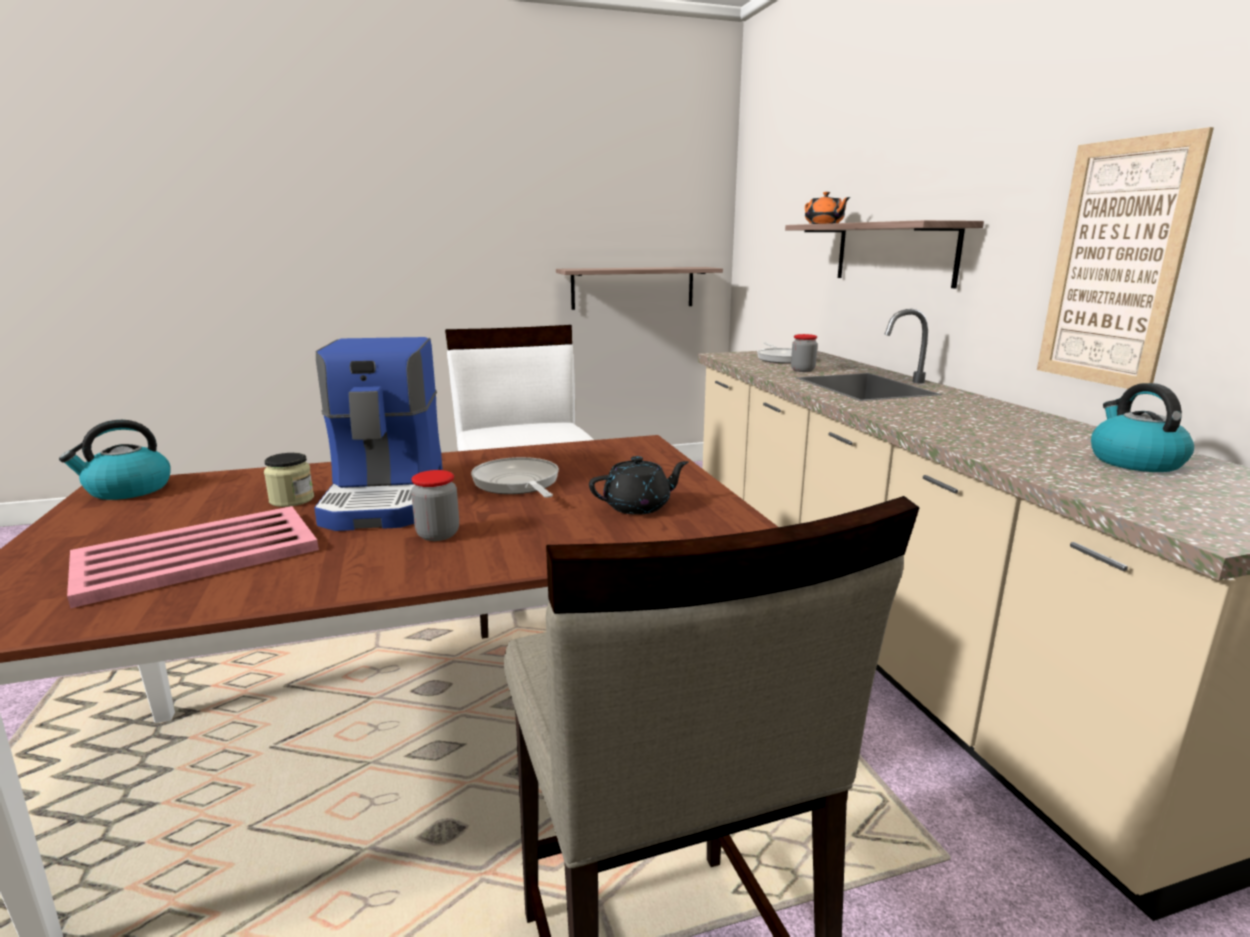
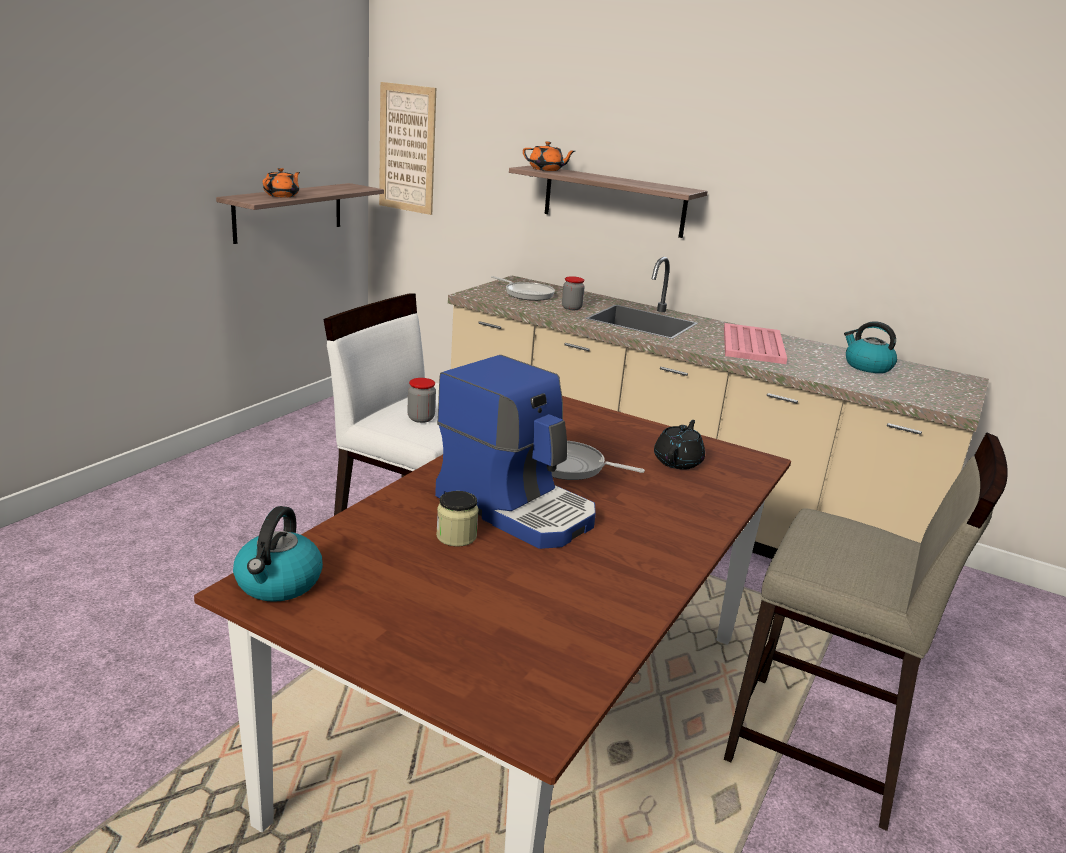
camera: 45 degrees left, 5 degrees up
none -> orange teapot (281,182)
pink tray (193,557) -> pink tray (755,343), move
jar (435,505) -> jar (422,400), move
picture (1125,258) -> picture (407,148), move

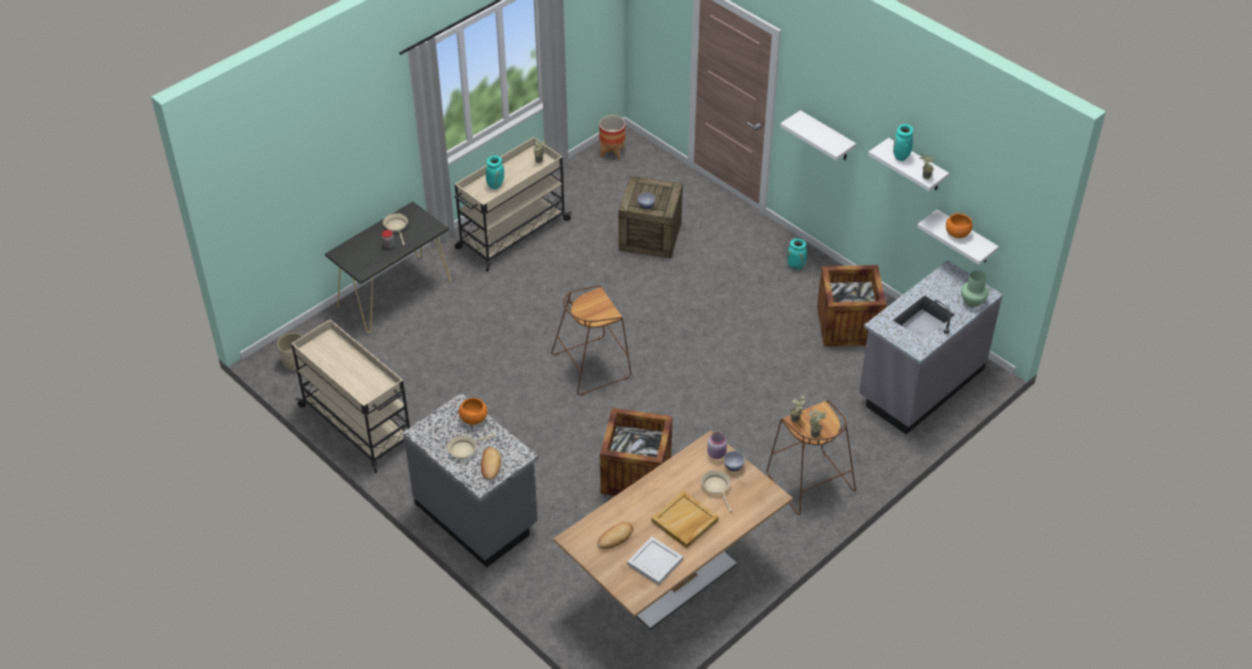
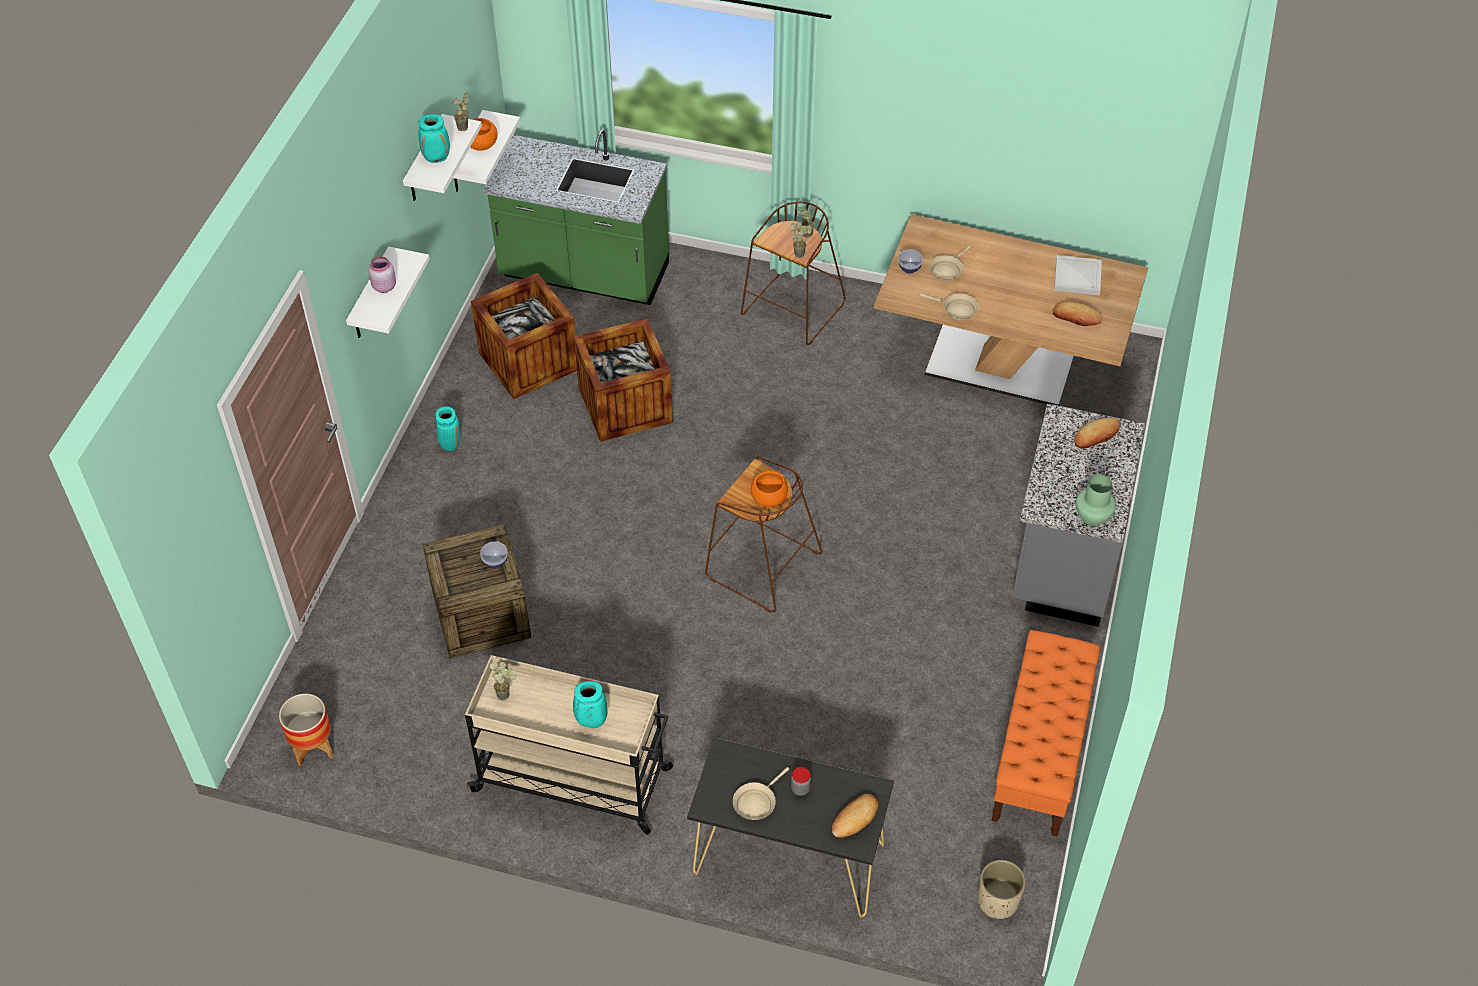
camera: 120 degrees left, 5 degrees up
beige tray (685,519) -> none
none -> bread (855,815)
beige frying pan (471,446) -> beige frying pan (949,306), move
orange bowl (473,411) -> orange bowl (769,489), move
crate (636,452) -> crate (623,380), move
pink jar (717,445) -> pink jar (382,274), move
green vase (975,288) -> green vase (1096,500), move
beige cart (350,396) -> orange bench (1045,733)
grey counter (931,347) -> green counter (576,217)

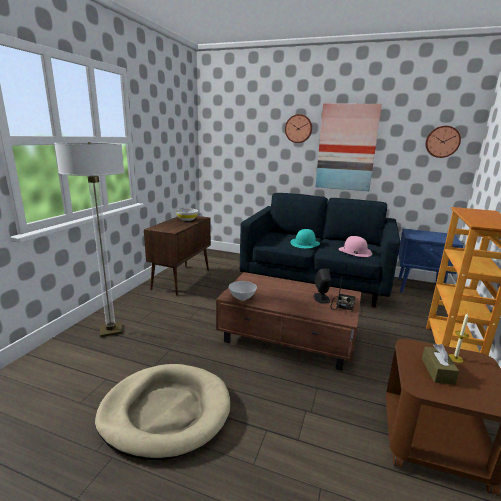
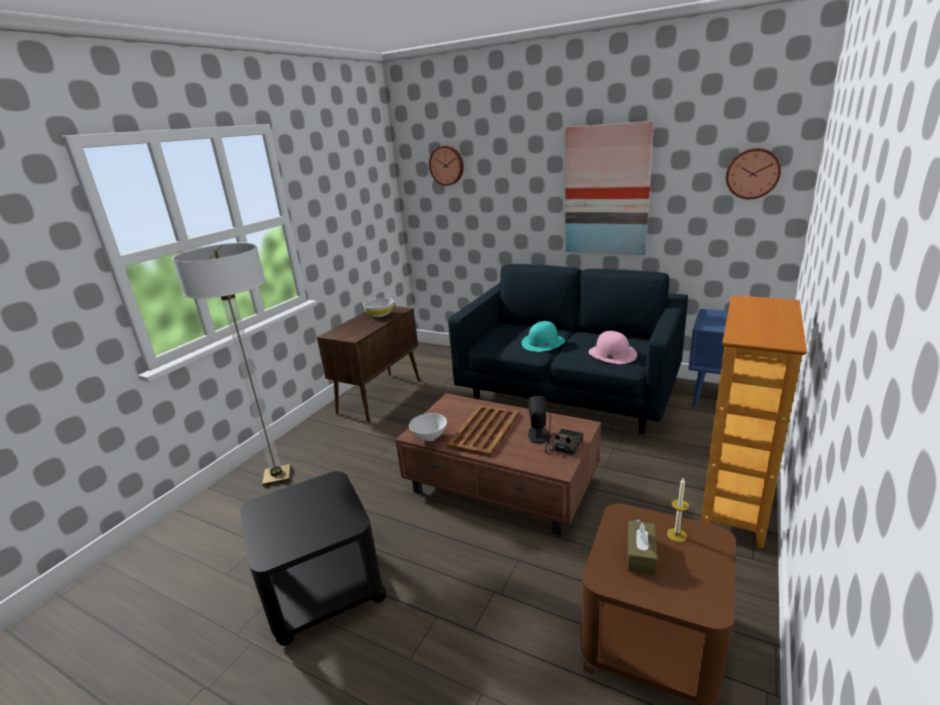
camera: 10 degrees right, 5 degrees up
none -> brown tray (482,431)
wall clock (298,128) -> wall clock (446,166), move
beige dog bed (162,412) -> black side table (313,558)

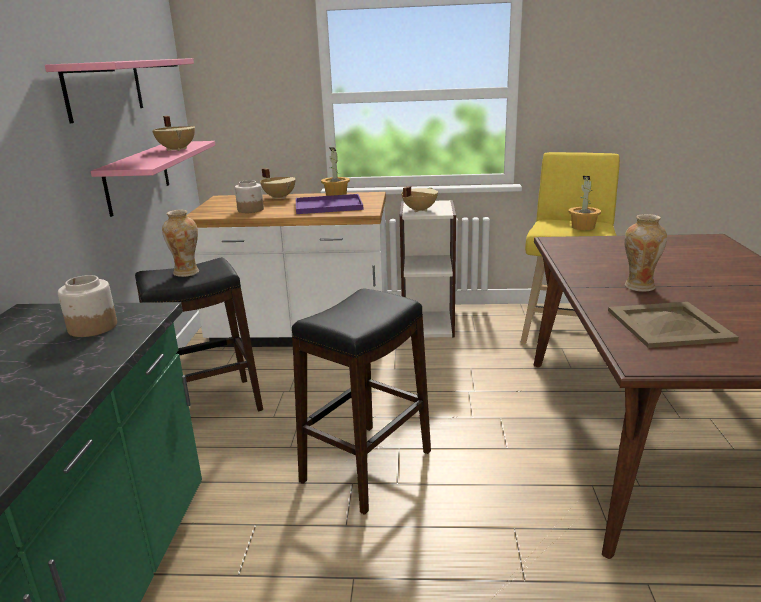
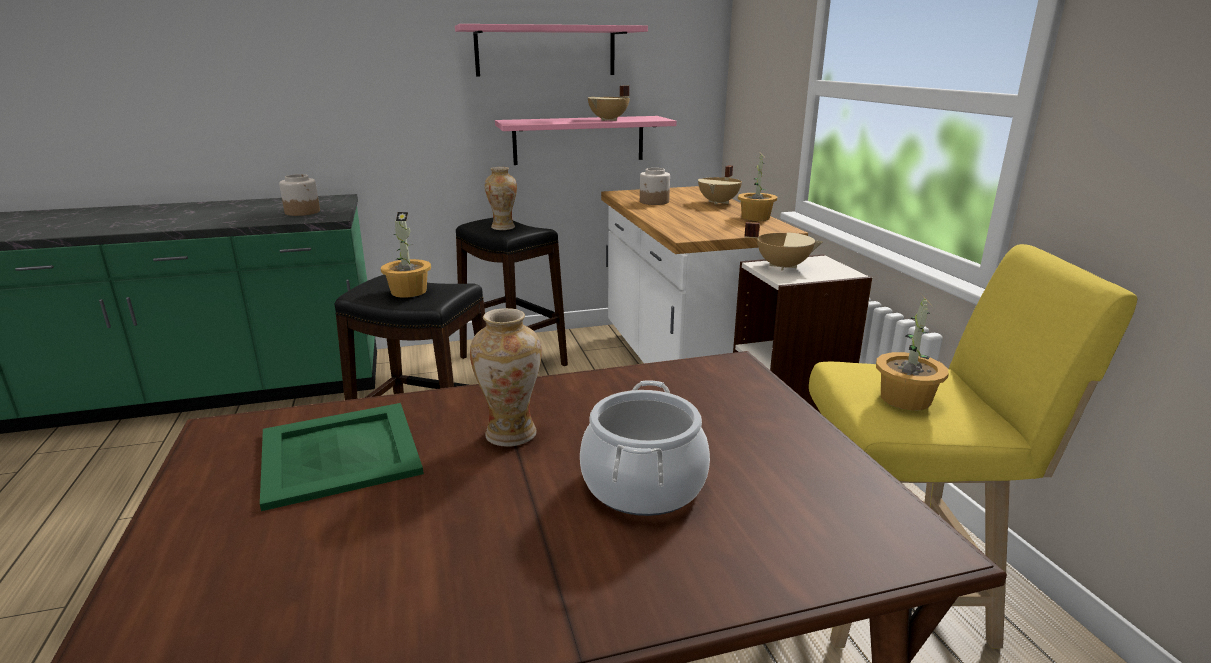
camera: 70 degrees right, 0 degrees up
purple tray (330,204) -> none
none -> potted plant (406,255)
none -> cooking pot (645,448)
beige tray (673,325) -> green tray (342,457)

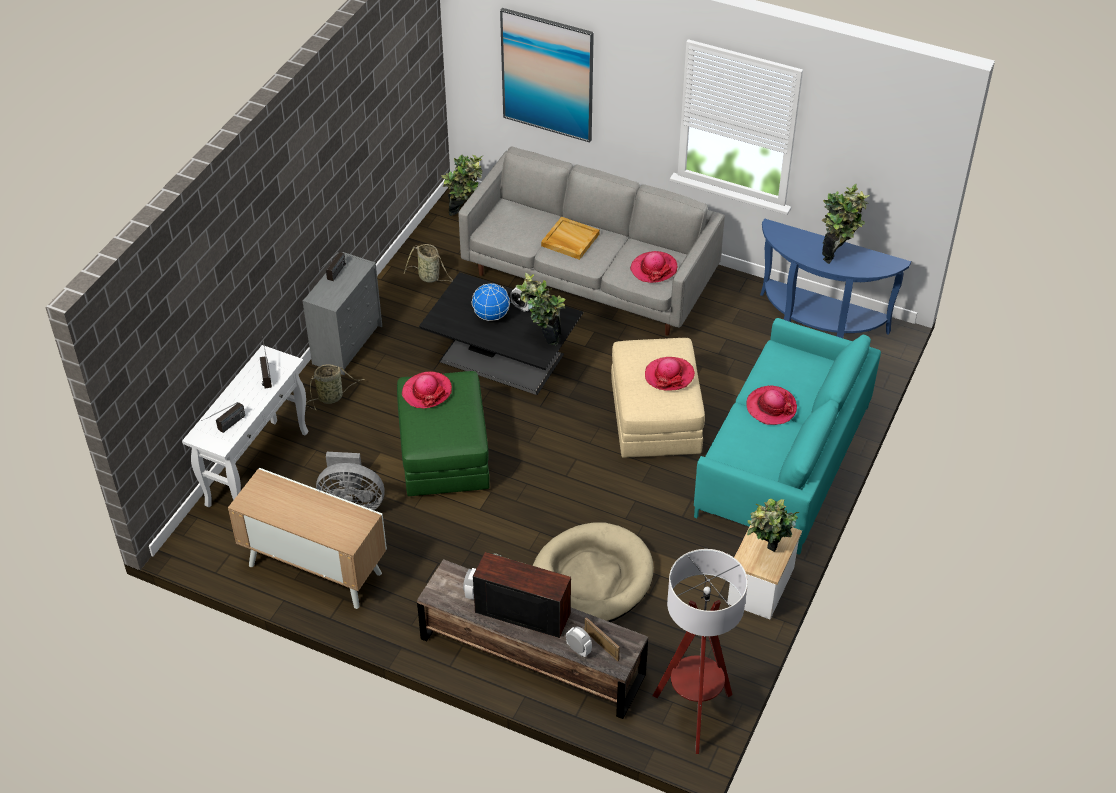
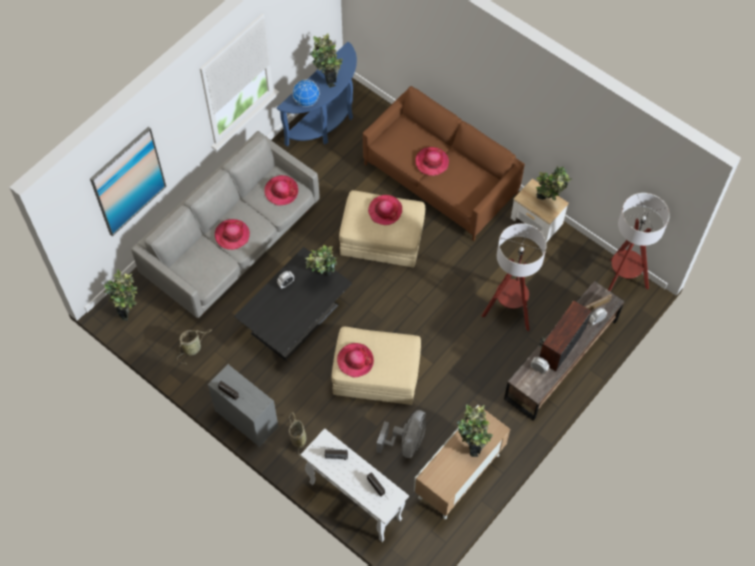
camera: 75 degrees left, 15 degrees up
none -> potted plant (475,430)
globe (491,302) -> globe (306,93), move
beige dog bed (593,572) -> floor lamp (514,277)
beige tray (570,238) -> hat (232,234)
green ottoman (443,433) -> beige ottoman (376,366)
turquoise sofa (787,436) -> brown sofa (444,163)

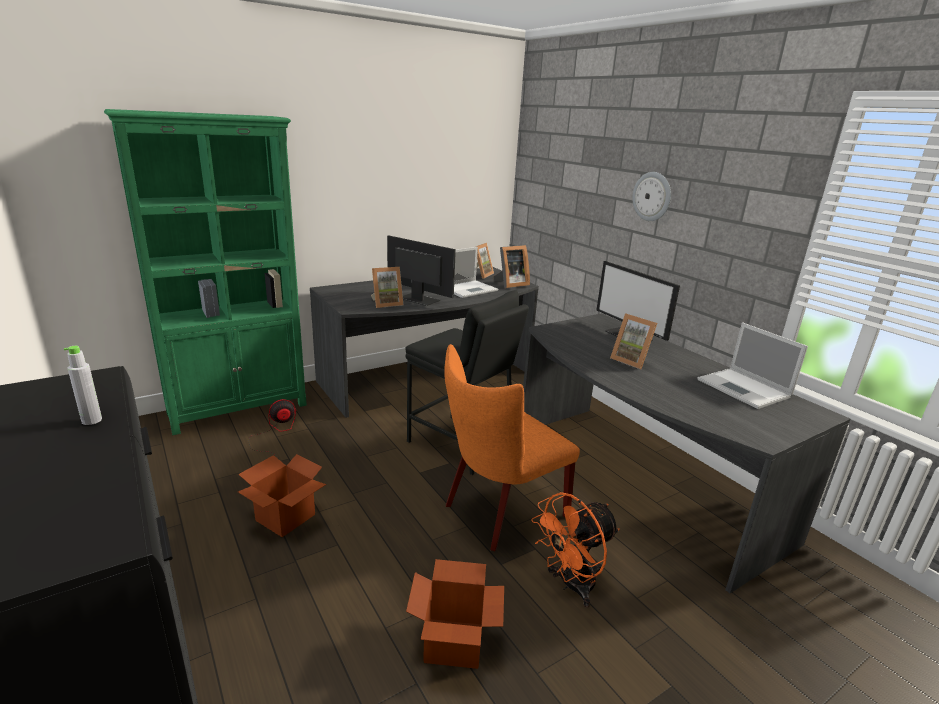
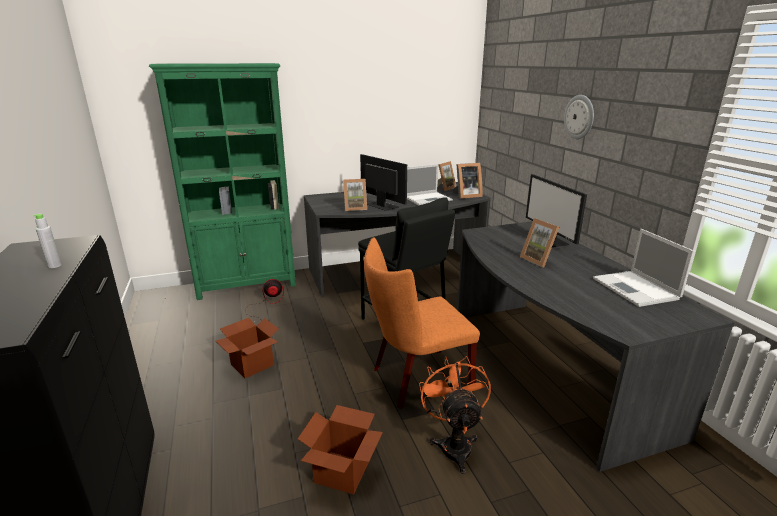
camera: 15 degrees right, 0 degrees up
orange fan (575,549) -> orange fan (455,415), 105 degrees clockwise

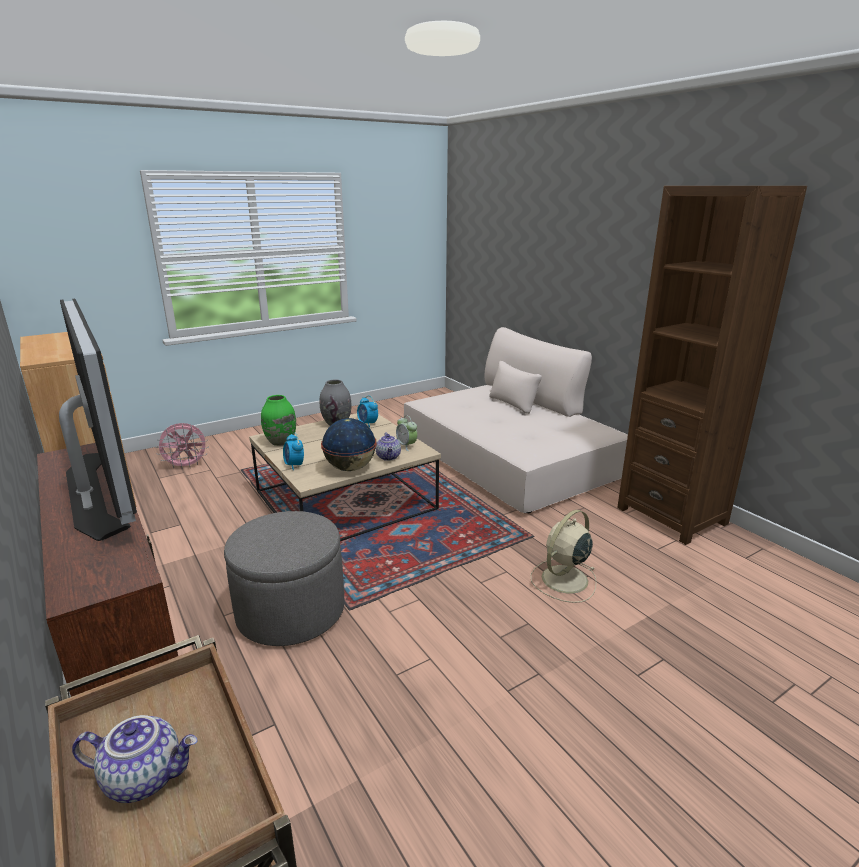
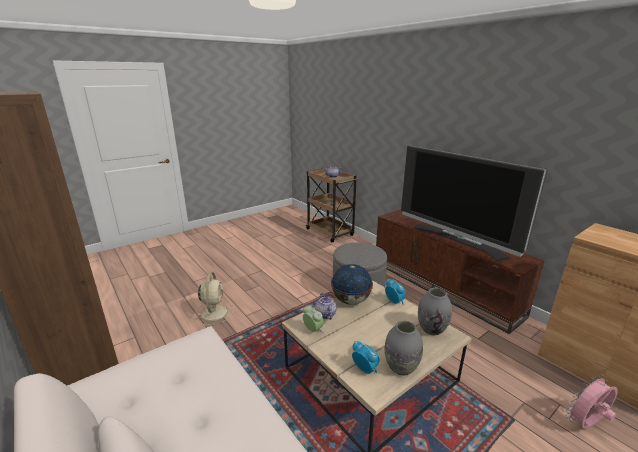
camera: 175 degrees right, 0 degrees up
green vase (278,420) -> grey vase (435,311)
beige fan (563,556) -> beige fan (214,299), 45 degrees counterclockwise

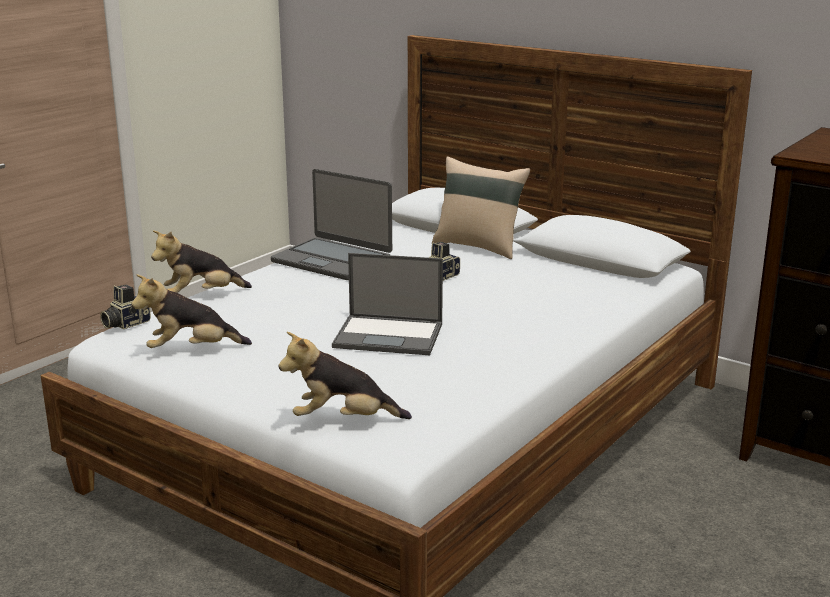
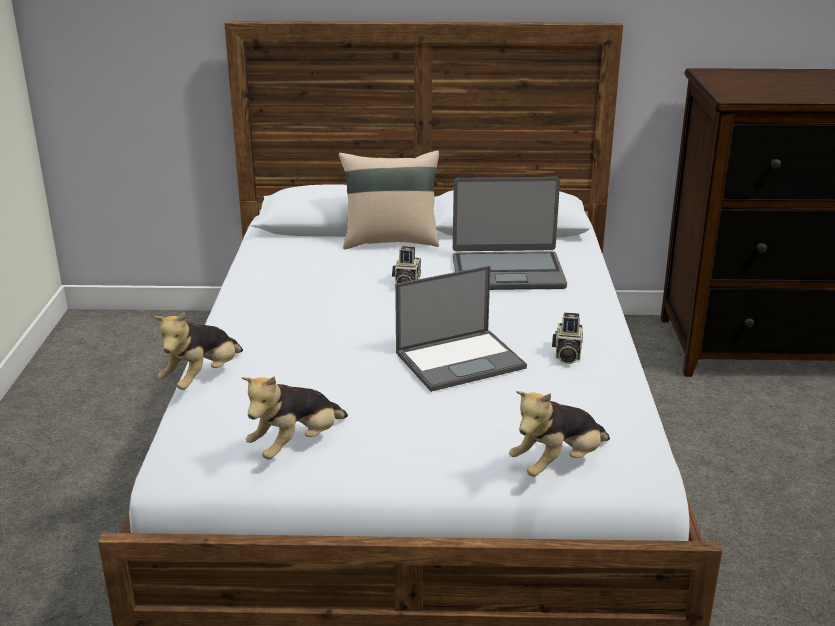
camera: 35 degrees left, 5 degrees up
photo camera (125,306) -> photo camera (567,338), move
laptop (331,224) -> laptop (510,233), move

